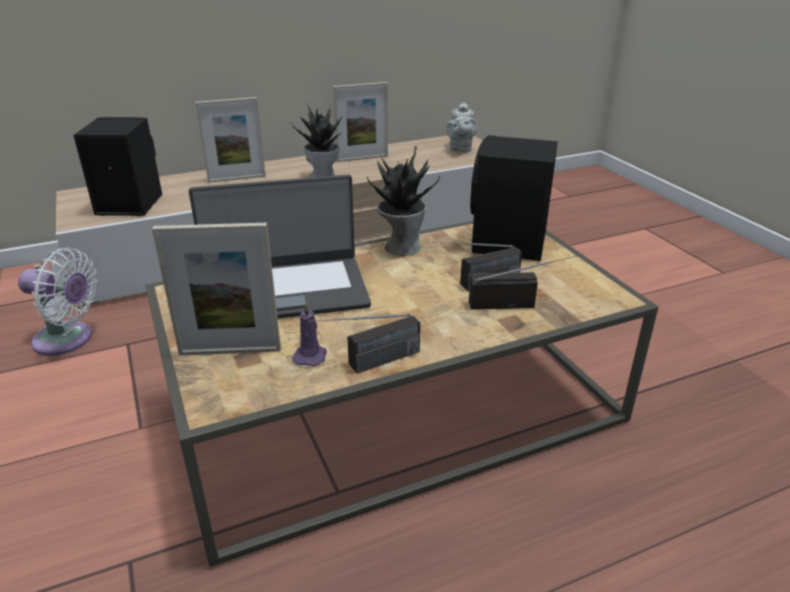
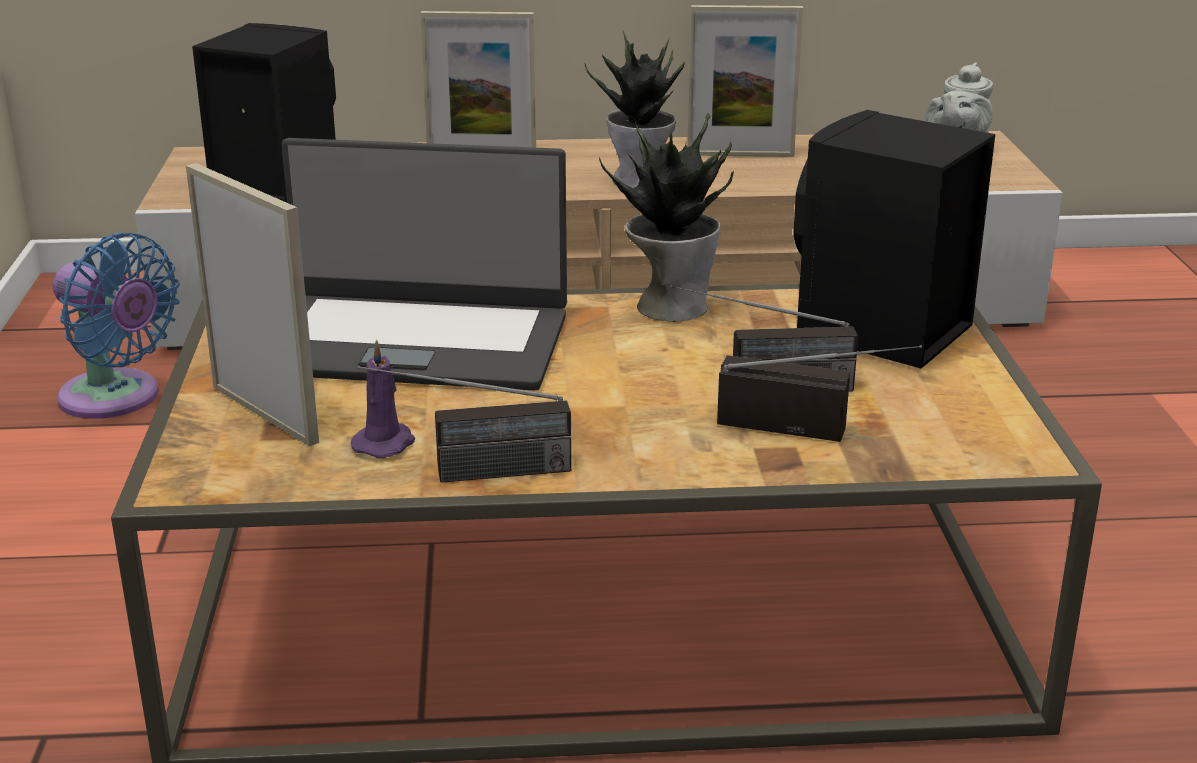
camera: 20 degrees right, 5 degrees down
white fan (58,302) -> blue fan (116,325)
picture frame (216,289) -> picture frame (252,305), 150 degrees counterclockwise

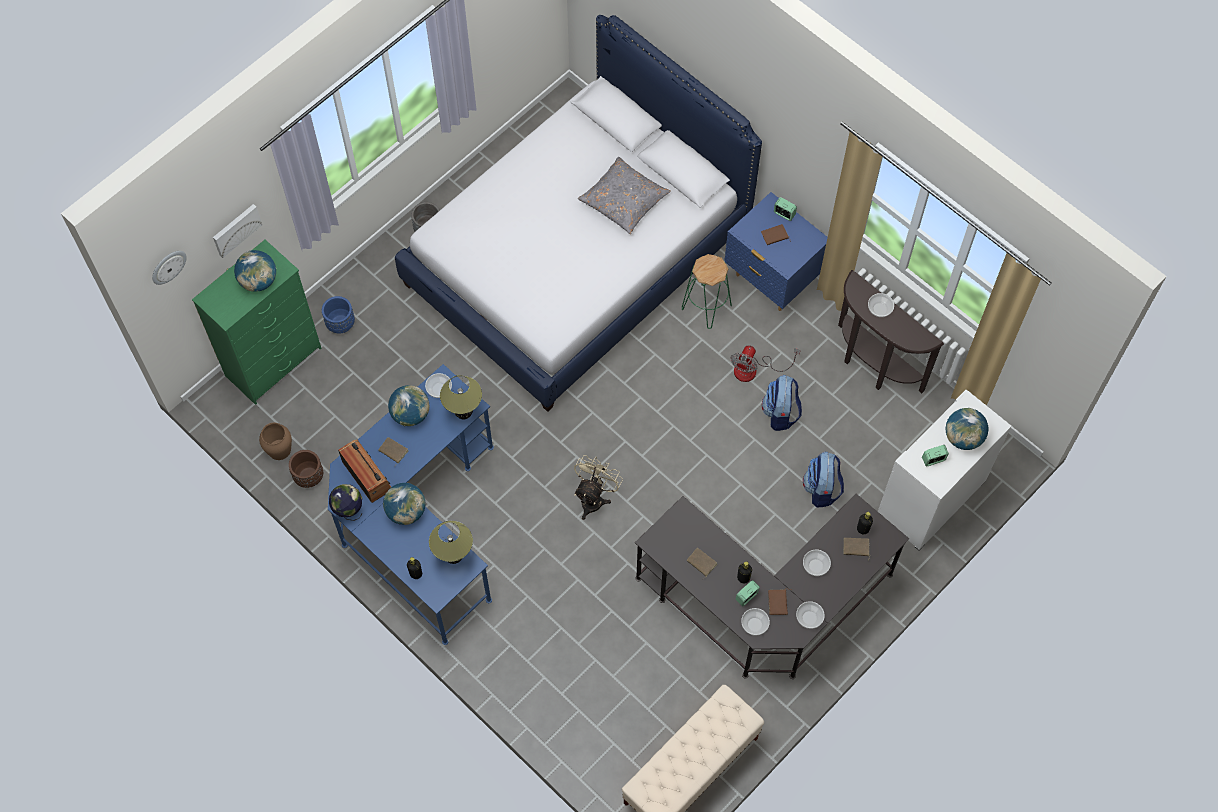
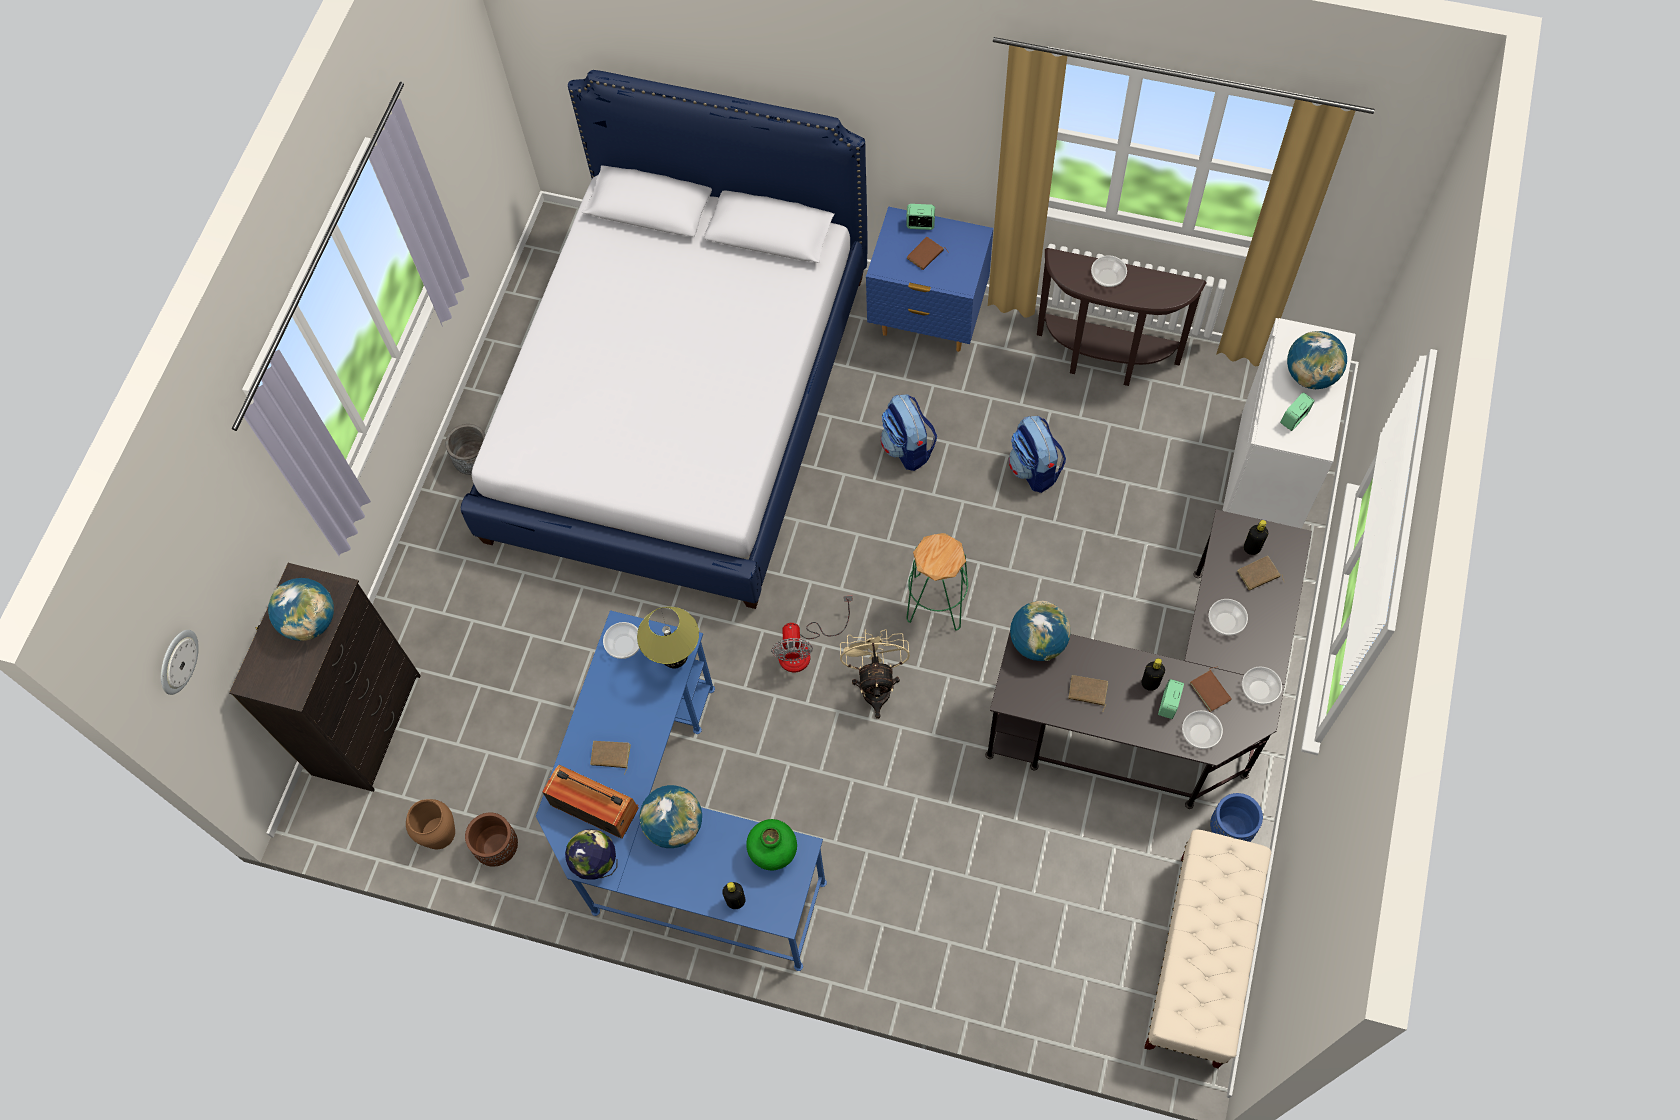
camera: 25 degrees left, 0 degrees up
picture (237,231) -> none
grey pillow (624,195) -> none
blue planter (338,314) -> blue planter (1236,817), move
globe (409,405) -> globe (1040,631), move
green stool (707,291) -> green stool (937,581), move
fan (765,363) -> fan (812,634), move
backpack (823,480) -> backpack (909,432), move
table lamp (451,542) -> green vase (771,844)
green dresser (256,322) -> black dresser (325,677)

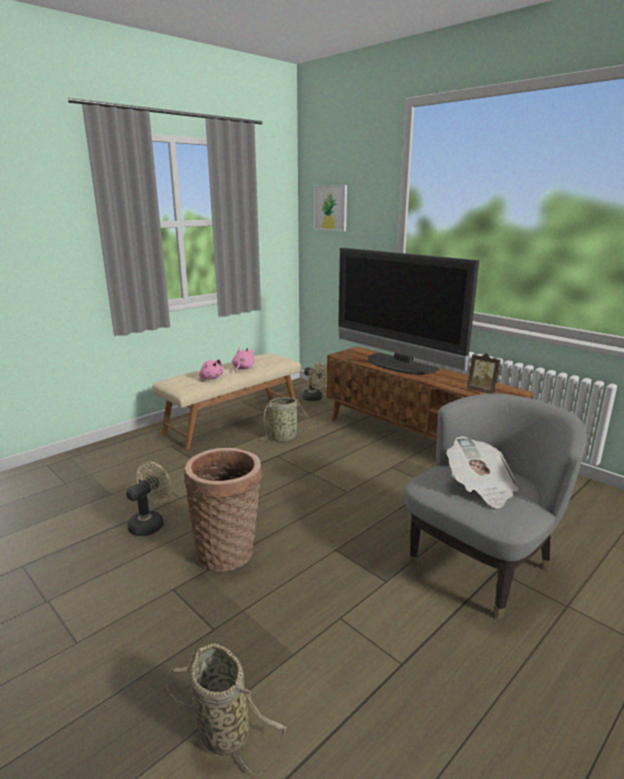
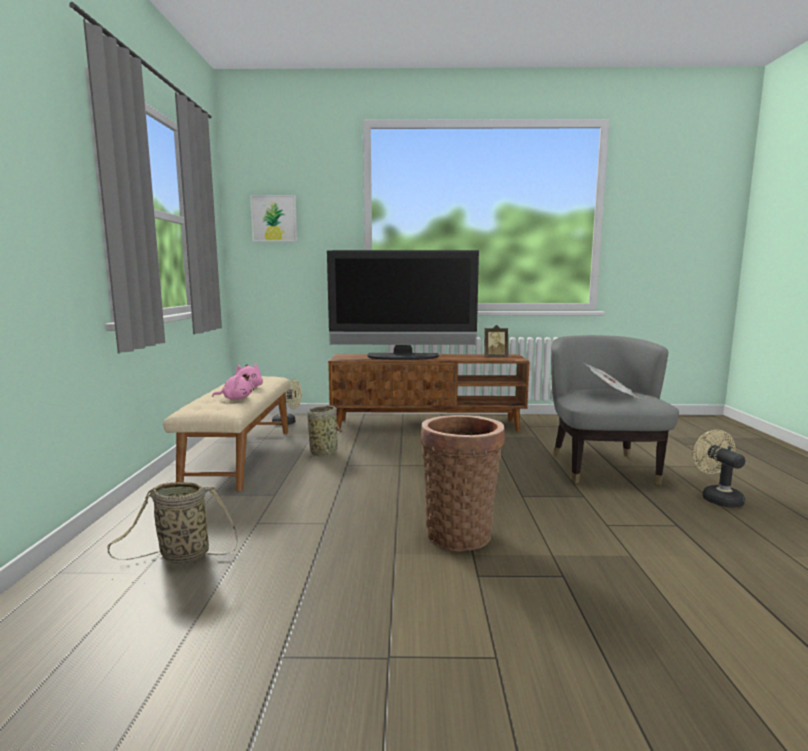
camera: 45 degrees left, 10 degrees down
beige fan (149,498) -> beige fan (719,469), move
basket (226,709) -> basket (172,523), move

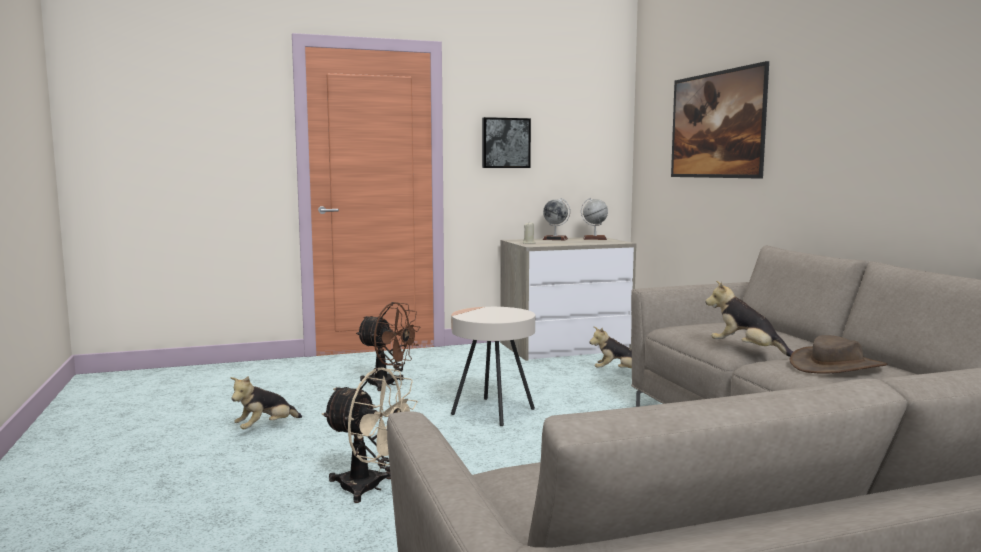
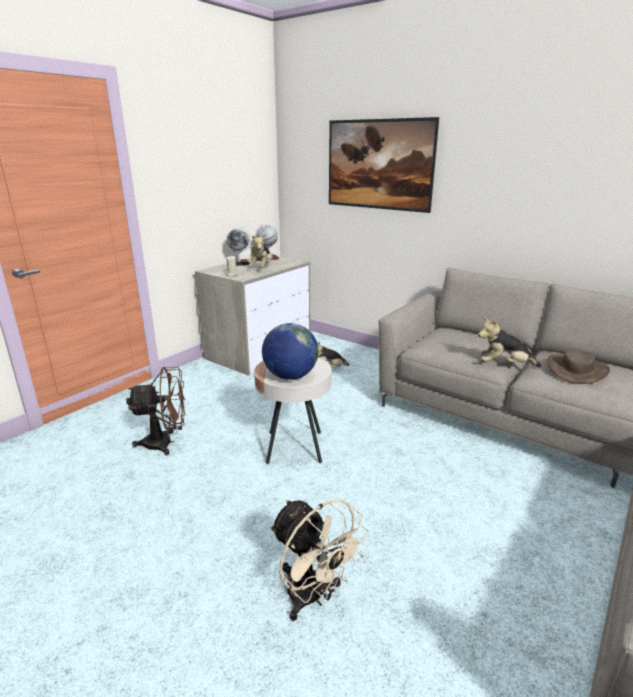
camera: 35 degrees left, 15 degrees up
picture (506,142) -> none
none -> globe (290,351)
plush toy (266,402) -> plush toy (261,251), move
beige fan (370,435) -> beige fan (319,560), 60 degrees clockwise

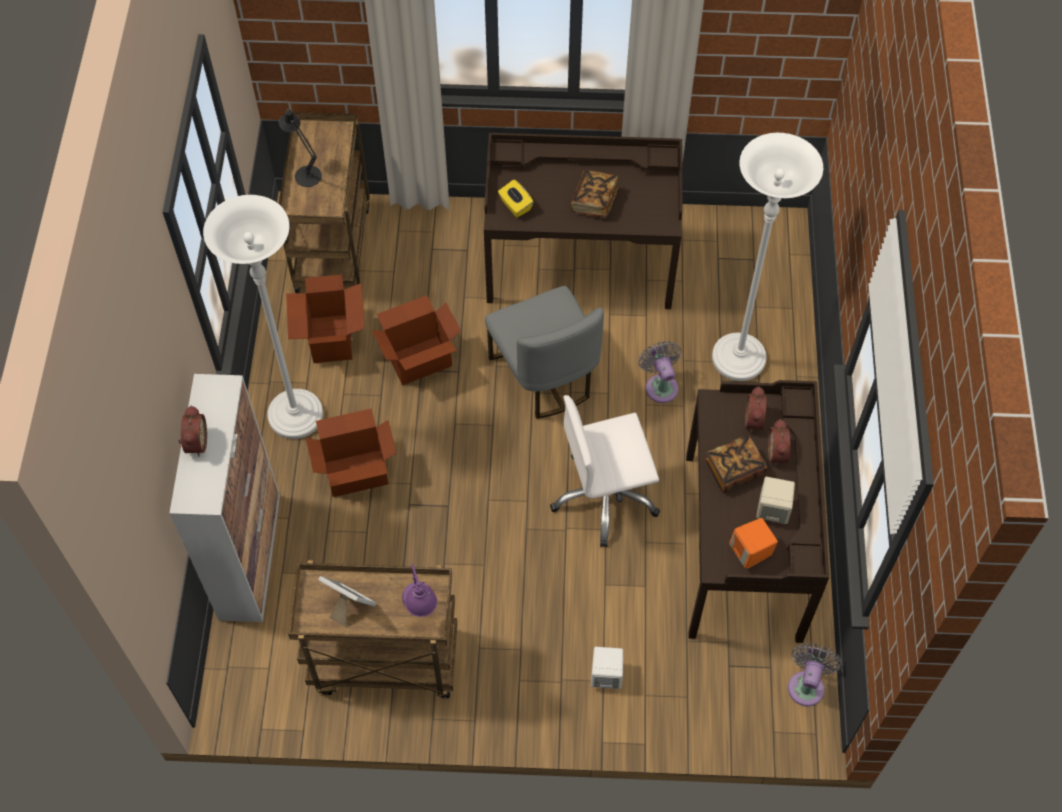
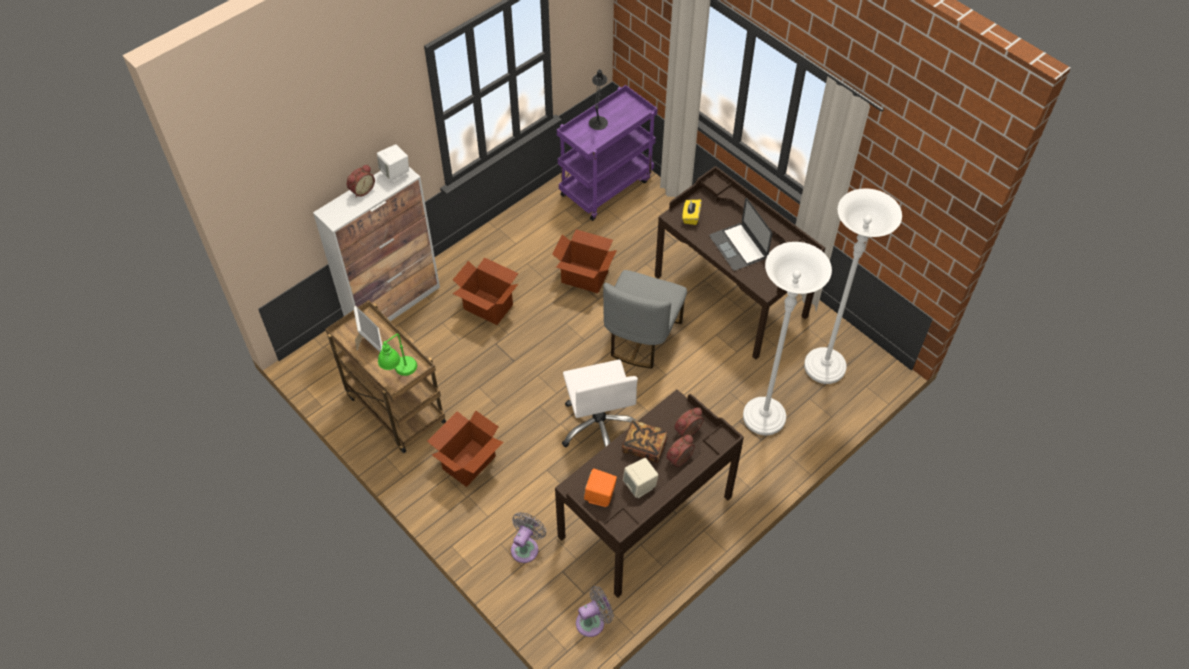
camera: 45 degrees right, 5 degrees down
white floor lamp (263,317) -> white floor lamp (853,286), move
cardboard box (325,318) -> cardboard box (465,448), move
white speaker (607,668) -> white speaker (393,163), move
grey fan (659,372) -> grey fan (528,537), move
book (594,194) -> laptop (740,234)
brown cart (324,202) -> purple cart (607,153)
purple table lamp (419,590) -> green table lamp (397,355)
white office chair (605,471) -> white office chair (600,403), 135 degrees counterclockwise

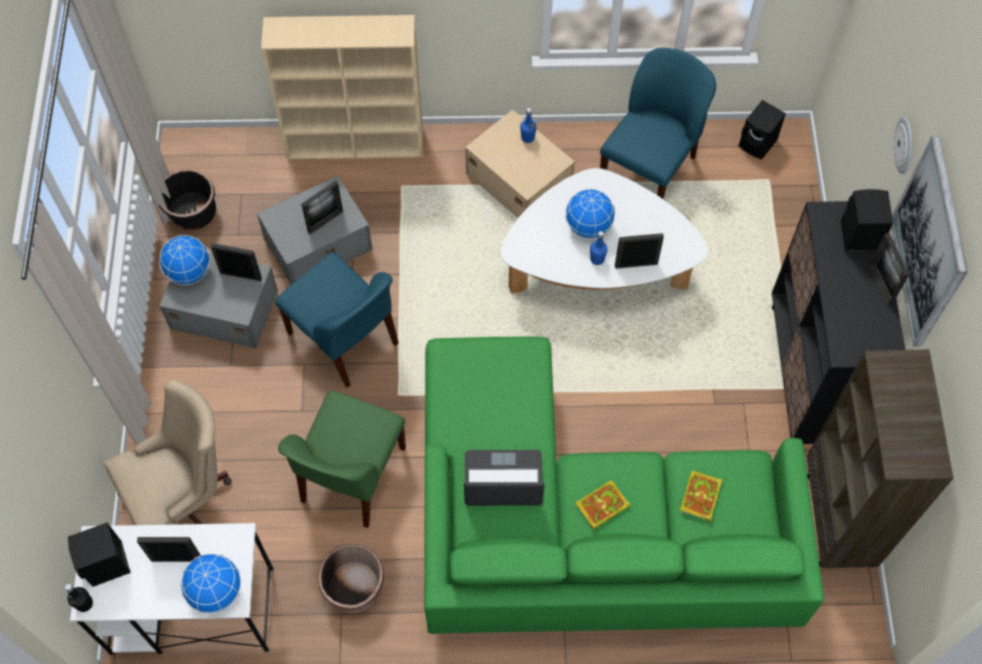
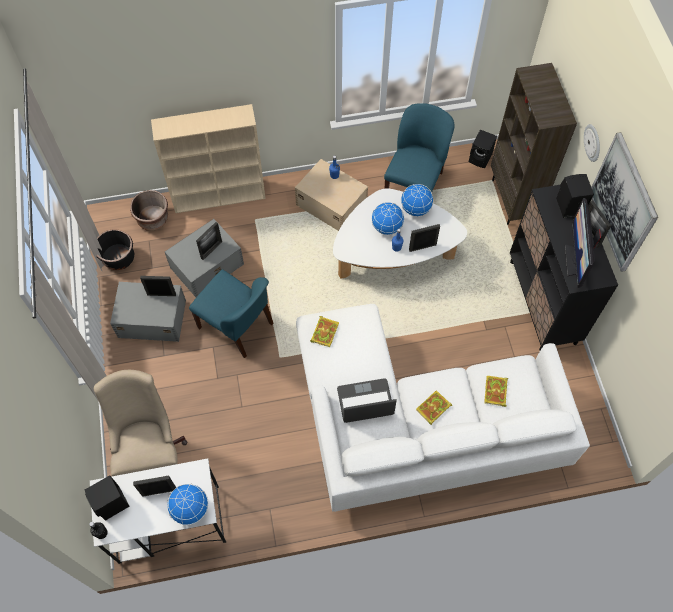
camera: 10 degrees left, 0 degrees up
green chair (342,459) -> none
none -> book (324,331)
none -> monitor (583,243)
globe (184,260) -> globe (417,200), move
brown planter (351,578) -> brown planter (149,210), move
brown bookcase (879,458) -> brown bookcase (534,144), move
green sofa (624,485) -> white sofa (443,408)
beige office chair (168,452) -> beige office chair (140,423), 60 degrees counterclockwise

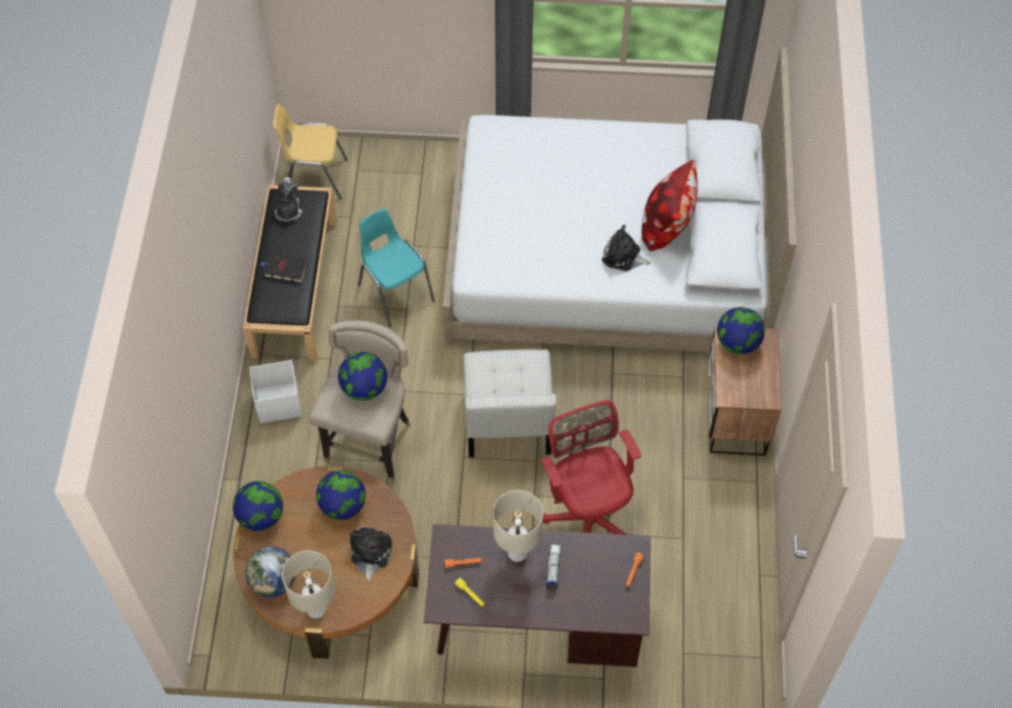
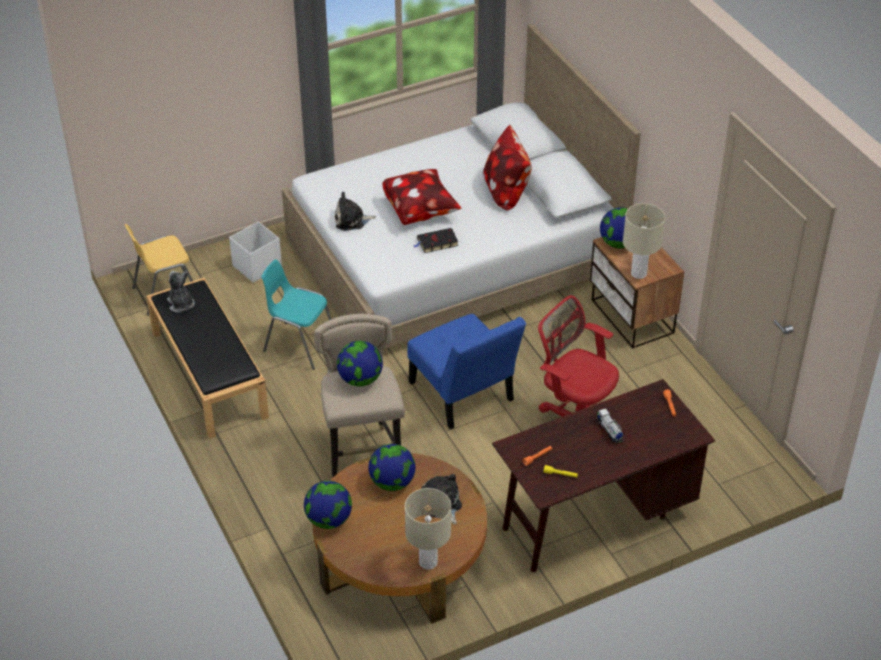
camera: 30 degrees left, 15 degrees down
globe (270,572) -> none
none -> pillow (421,197)
white storage box (275,392) -> white storage box (255,252), move
black book (284,268) -> black book (436,240), move
beige table lamp (518,526) -> beige table lamp (644,241), move
plush toy (626,248) -> plush toy (355,211), move
white chair (509,403) -> blue chair (466,371)

